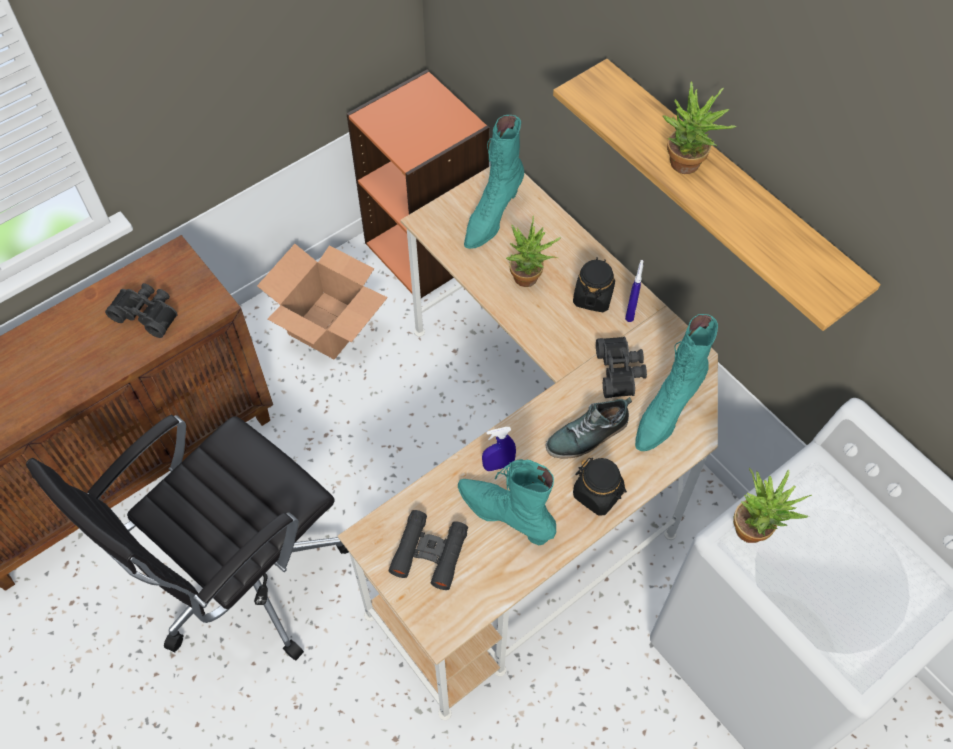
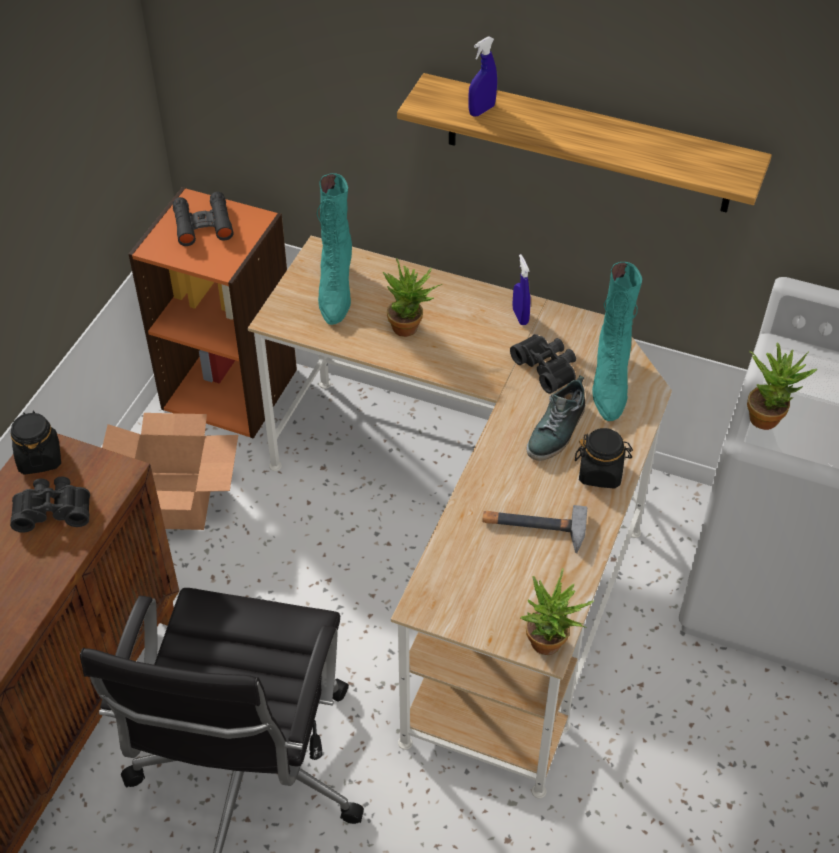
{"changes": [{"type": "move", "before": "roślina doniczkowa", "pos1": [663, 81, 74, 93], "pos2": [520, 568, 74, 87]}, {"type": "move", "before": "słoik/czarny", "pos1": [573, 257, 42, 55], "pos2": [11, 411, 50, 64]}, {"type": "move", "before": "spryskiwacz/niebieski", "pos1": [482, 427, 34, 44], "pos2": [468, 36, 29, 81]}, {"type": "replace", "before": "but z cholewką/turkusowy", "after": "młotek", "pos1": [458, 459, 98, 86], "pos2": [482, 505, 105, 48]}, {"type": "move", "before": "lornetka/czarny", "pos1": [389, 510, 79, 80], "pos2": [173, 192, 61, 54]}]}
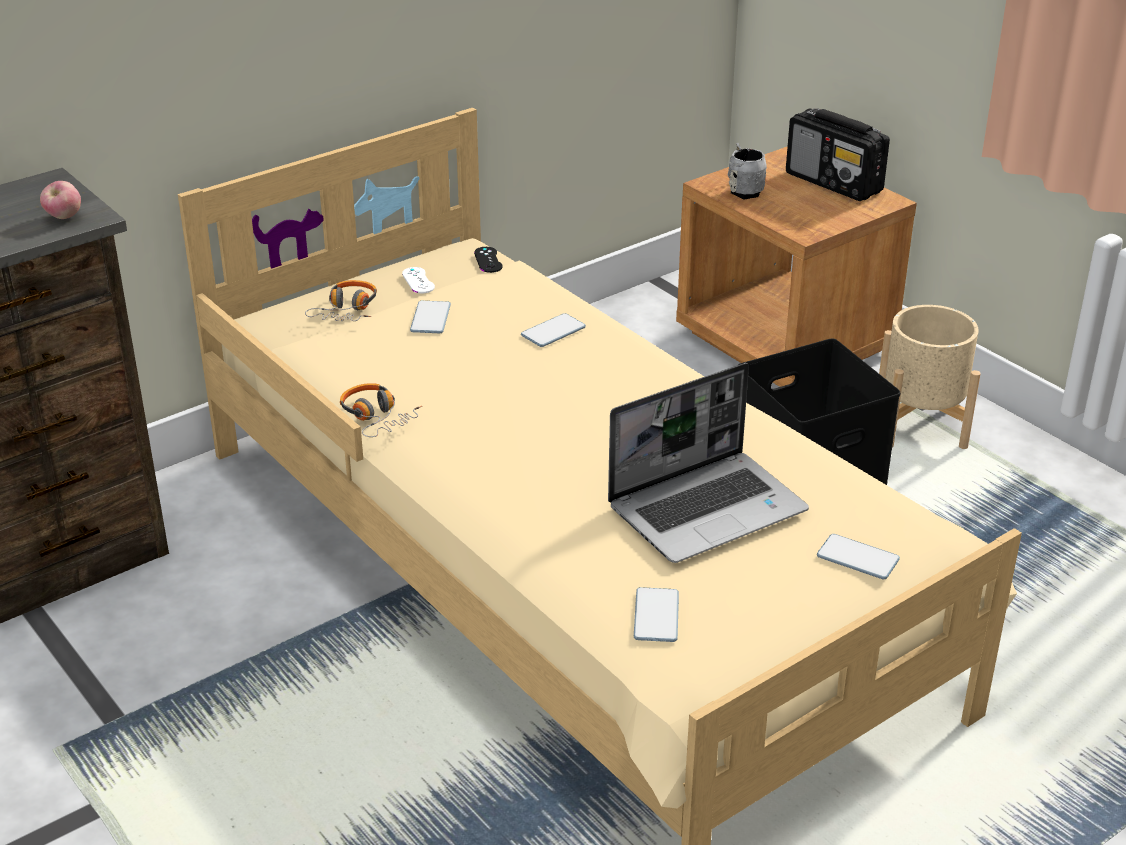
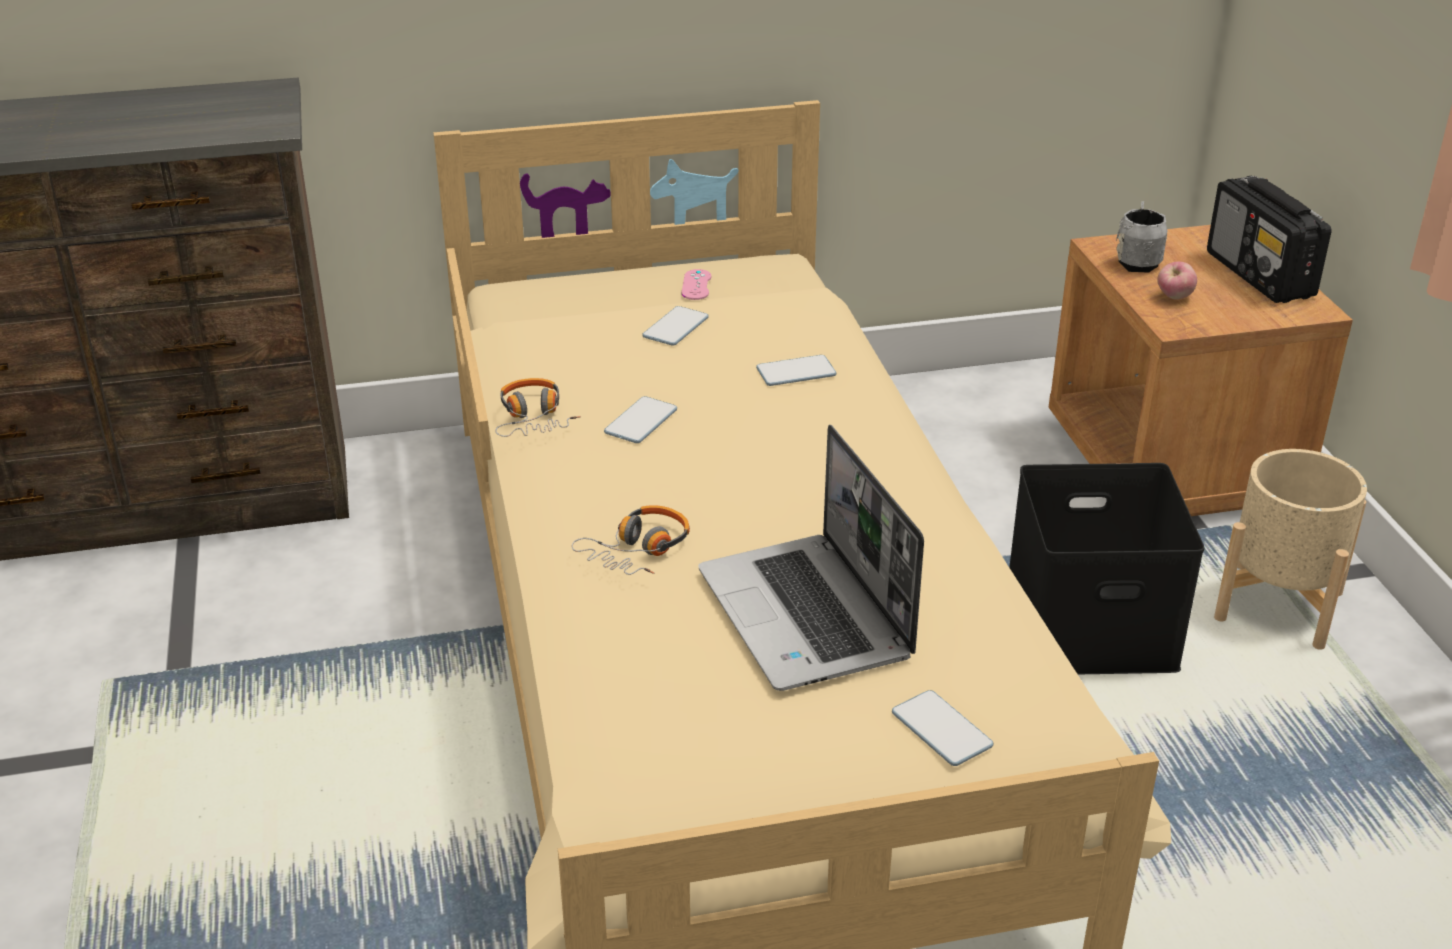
{"changes": [{"type": "move", "before": "jabłko", "pos1": [40, 181, 41, 38], "pos2": [1157, 261, 40, 39]}, {"type": "delete", "before": "pad do gier/czarny", "pos1": [474, 247, 28, 26]}, {"type": "recolor", "before": "pad do gier/biały", "after": "pad do gier/różowy", "pos1": [402, 267, 33, 26], "pos2": [681, 269, 30, 31]}, {"type": "move", "before": "słuchawki", "pos1": [305, 280, 72, 41], "pos2": [571, 505, 119, 70]}, {"type": "rotate", "before": "laptop", "pos1": [608, 363, 201, 200], "pos2": [698, 425, 226, 266], "turn": 75}, {"type": "move", "before": "telefon", "pos1": [634, 587, 45, 55], "pos2": [604, 396, 73, 47]}]}
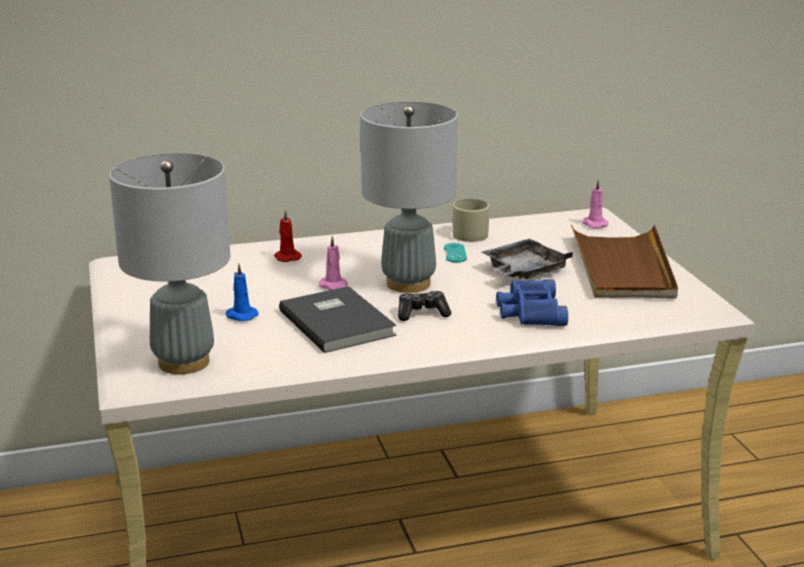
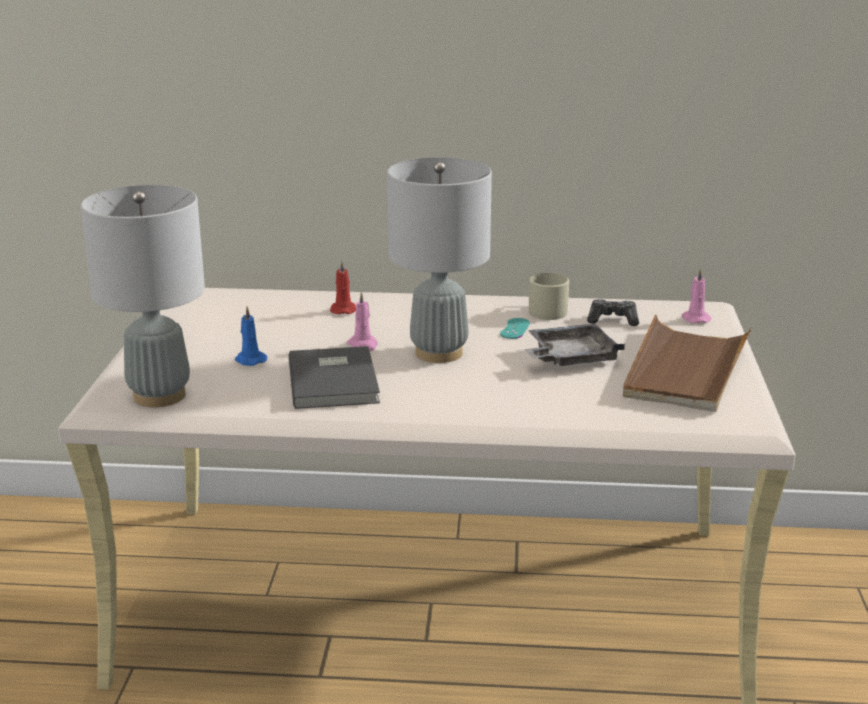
{"changes": [{"type": "delete", "before": "lornetka/niebieski", "pos1": [496, 279, 72, 47]}, {"type": "move", "before": "pad do gier", "pos1": [398, 291, 53, 30], "pos2": [587, 299, 52, 27]}]}
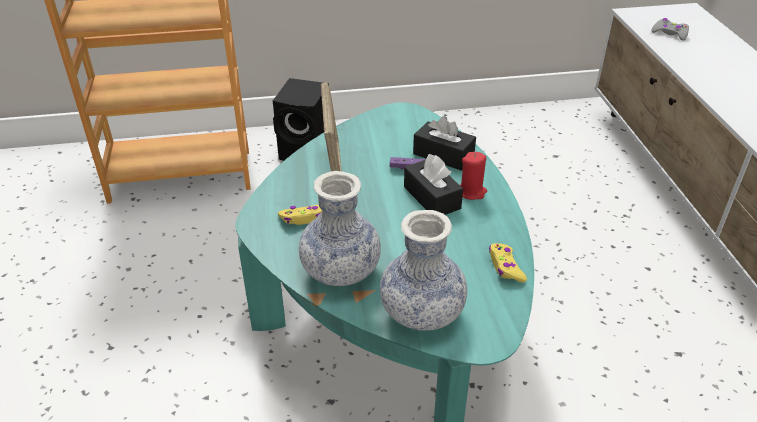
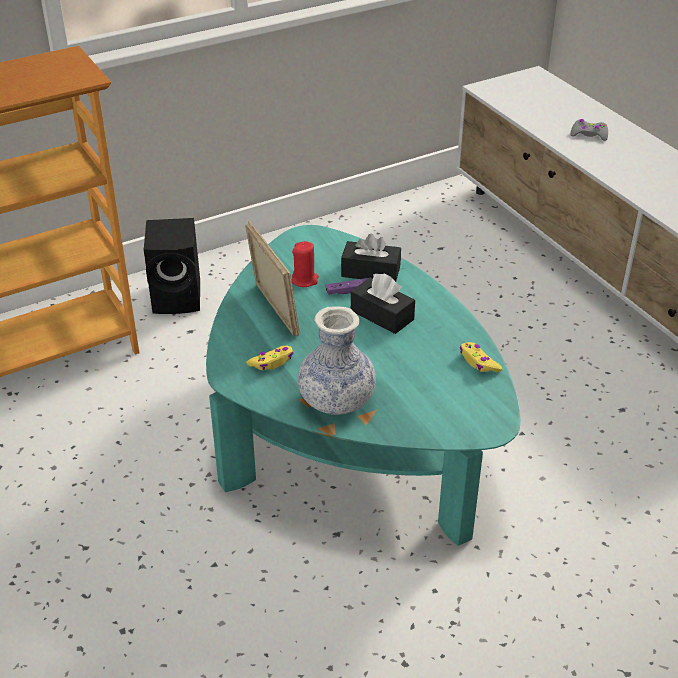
{"changes": [{"type": "move", "before": "pad do gier/szary", "pos1": [651, 18, 38, 23], "pos2": [571, 119, 37, 22]}, {"type": "move", "before": "świeca/czerwony", "pos1": [460, 152, 27, 48], "pos2": [291, 241, 28, 46]}, {"type": "delete", "before": "wazon", "pos1": [380, 210, 87, 121]}]}
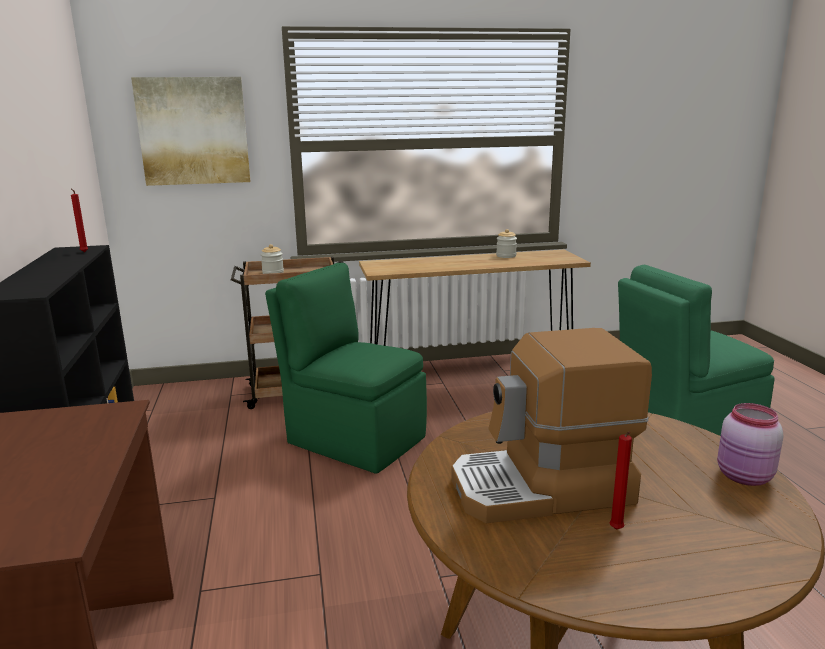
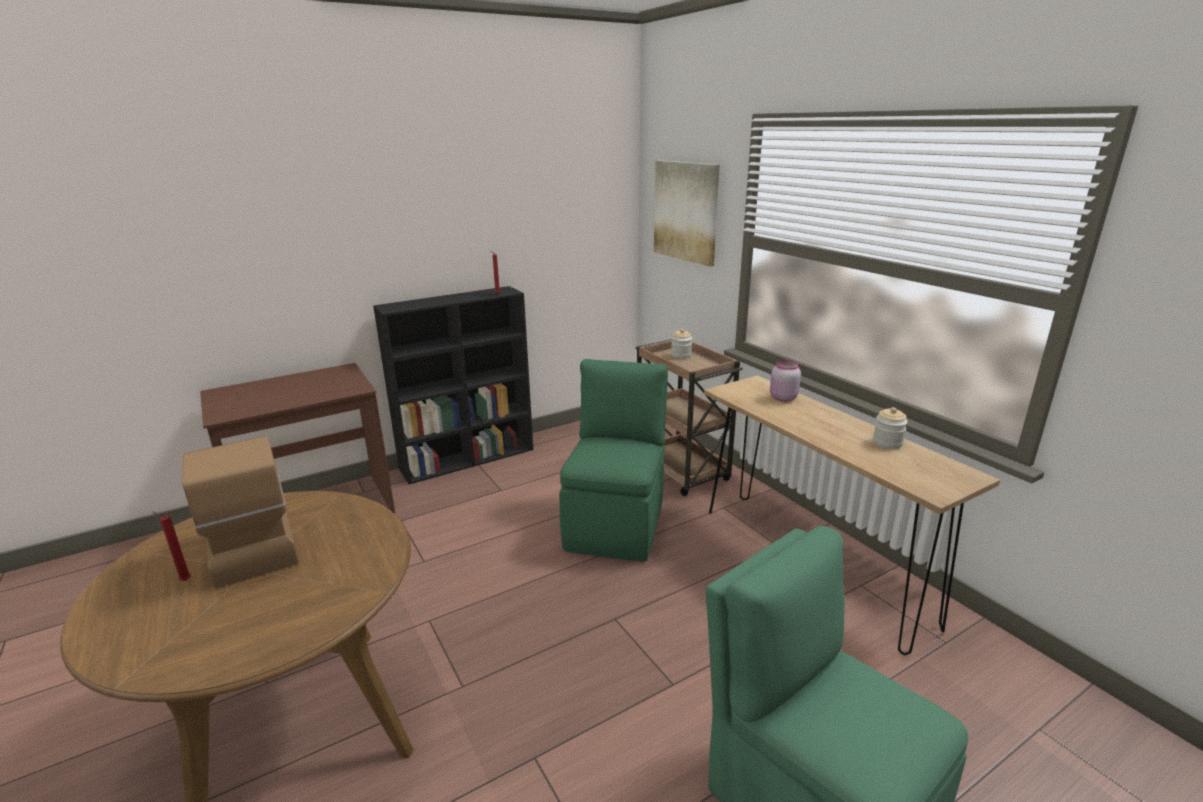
{"changes": [{"type": "move", "before": "słoik/różowy", "pos1": [717, 403, 66, 83], "pos2": [770, 360, 31, 42]}]}
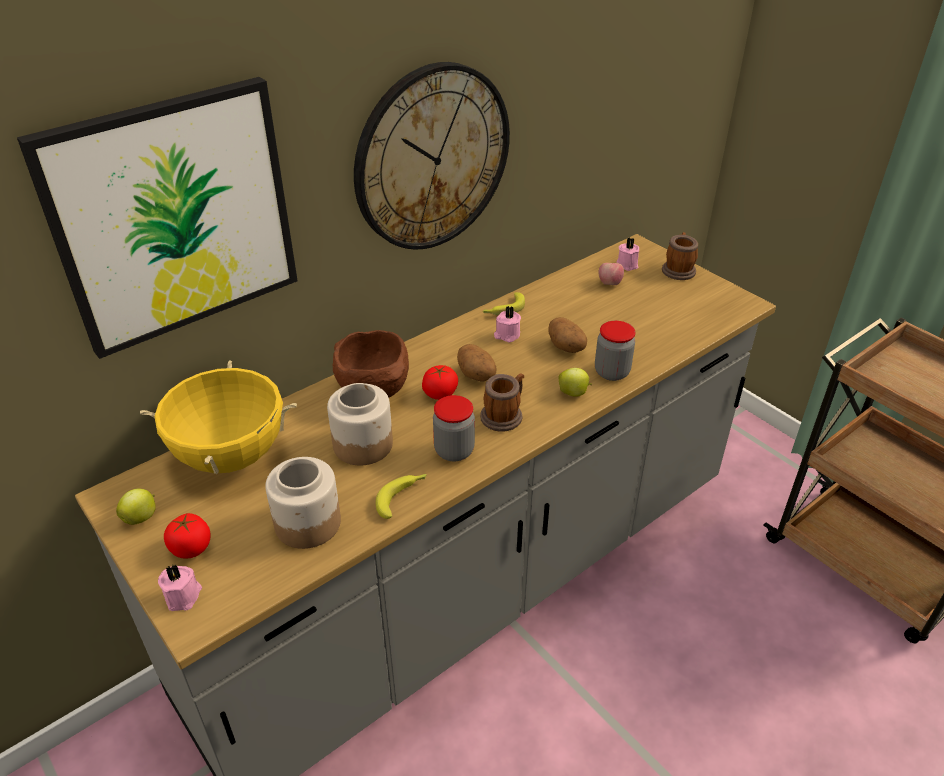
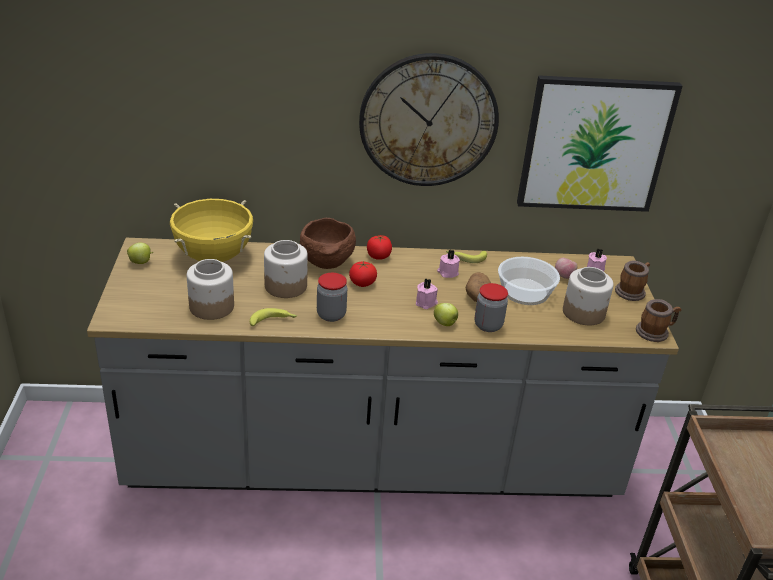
{"changes": [{"type": "move", "before": "obraz", "pos1": [17, 77, 281, 282], "pos2": [517, 75, 166, 137]}, {"type": "delete", "before": "ziemniak", "pos1": [457, 344, 40, 38]}, {"type": "move", "before": "kubek", "pos1": [480, 373, 44, 59], "pos2": [636, 299, 46, 43]}, {"type": "move", "before": "pomidor", "pos1": [164, 513, 47, 46], "pos2": [367, 235, 25, 25]}, {"type": "move", "before": "świeca/różowy", "pos1": [158, 564, 44, 47], "pos2": [416, 278, 22, 31]}, {"type": "insert", "after": "miska", "pos2": [498, 257, 62, 48]}, {"type": "insert", "after": "słoik", "pos2": [563, 267, 51, 58]}]}
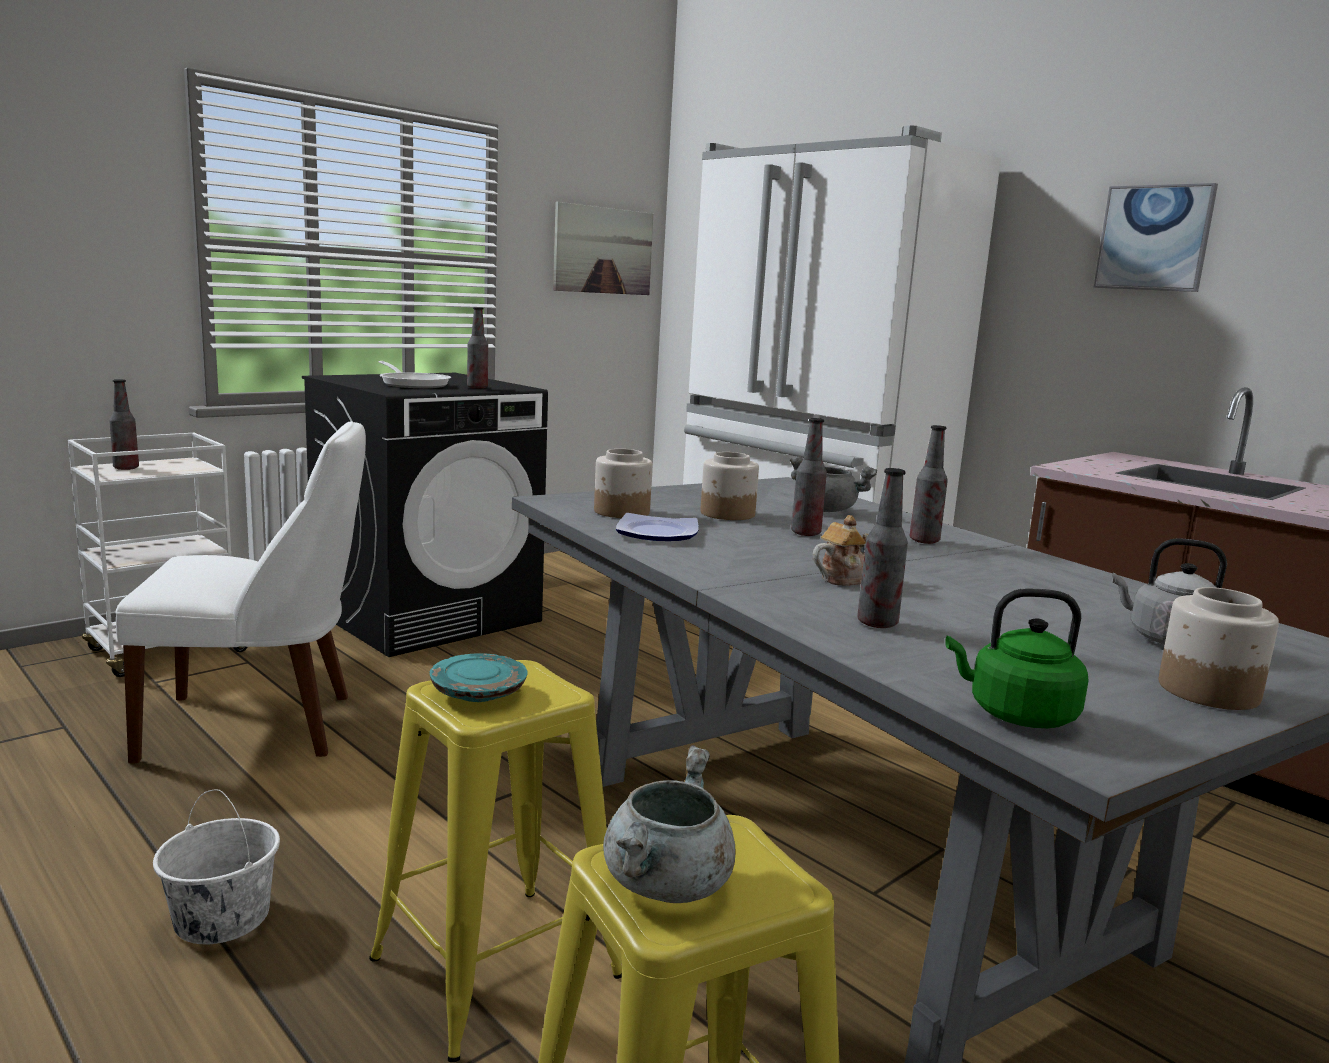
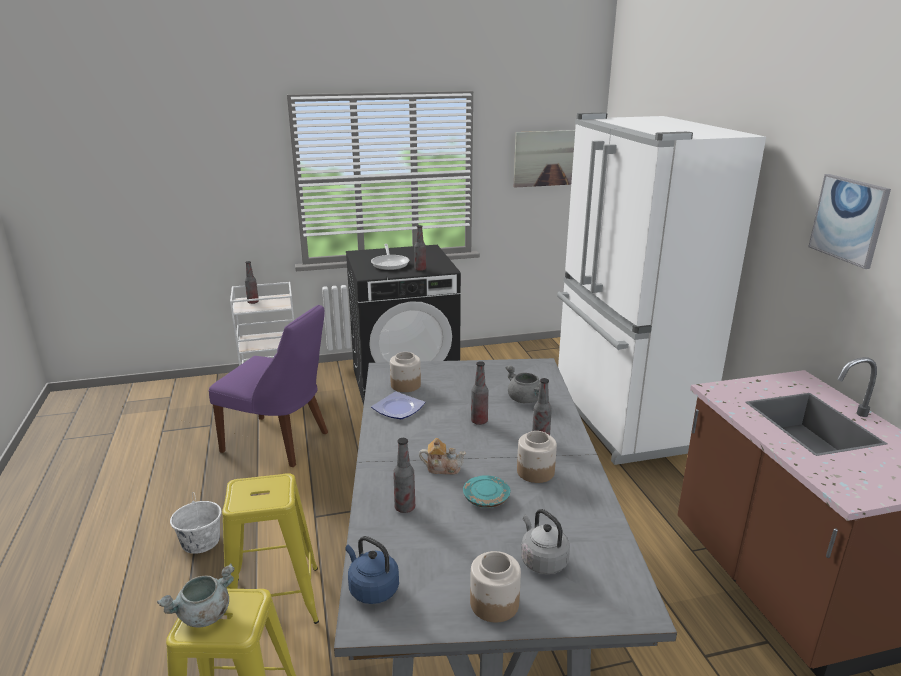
{"changes": [{"type": "recolor", "before": "krzesło/biały", "after": "krzesło/fioletowy", "pos1": [116, 421, 250, 343], "pos2": [209, 305, 119, 162]}, {"type": "move", "before": "słoik", "pos1": [701, 452, 58, 68], "pos2": [517, 431, 40, 52]}, {"type": "recolor", "before": "czajnik/zielony", "after": "czajnik/niebieski", "pos1": [945, 589, 144, 139], "pos2": [345, 536, 54, 68]}, {"type": "move", "before": "talerz/turkusowy", "pos1": [430, 653, 98, 49], "pos2": [463, 475, 47, 33]}]}
